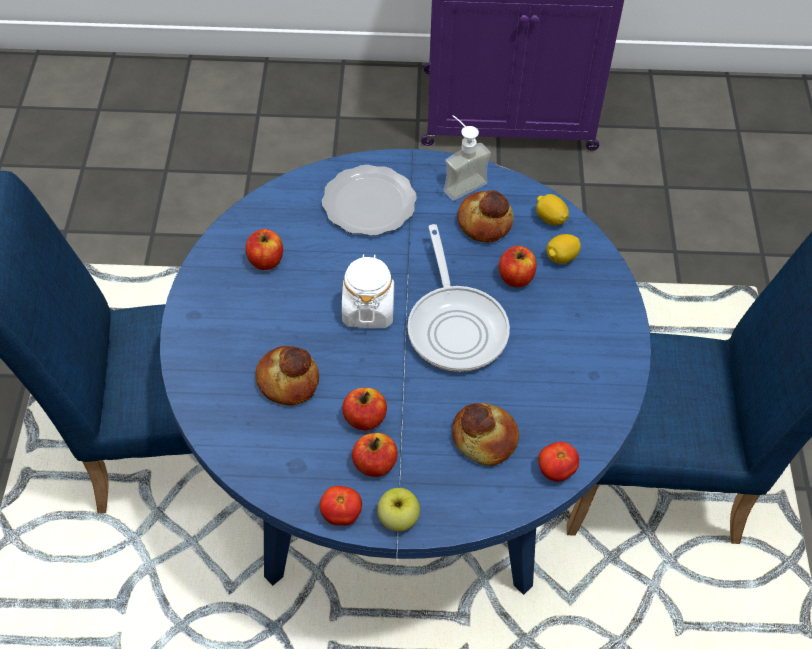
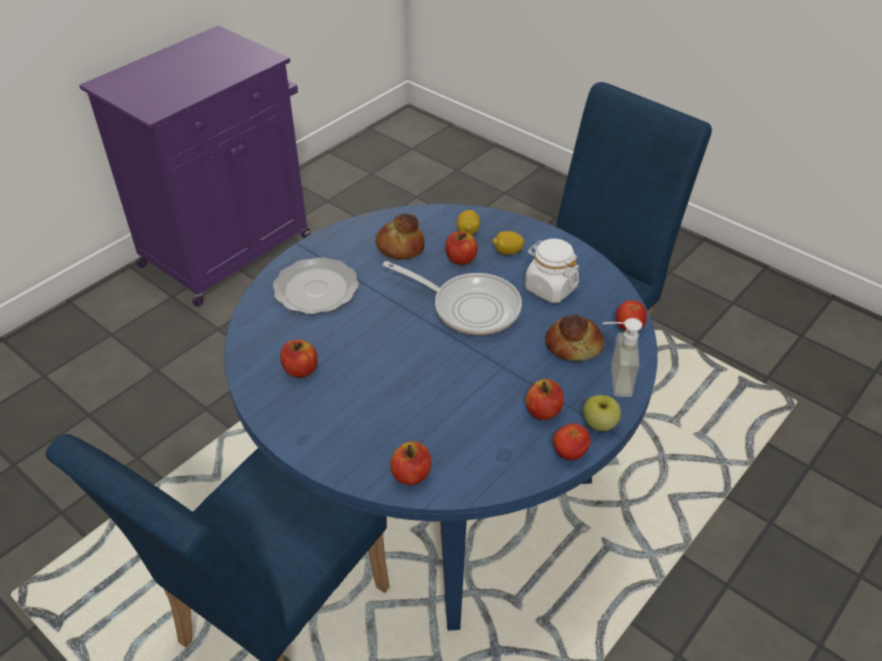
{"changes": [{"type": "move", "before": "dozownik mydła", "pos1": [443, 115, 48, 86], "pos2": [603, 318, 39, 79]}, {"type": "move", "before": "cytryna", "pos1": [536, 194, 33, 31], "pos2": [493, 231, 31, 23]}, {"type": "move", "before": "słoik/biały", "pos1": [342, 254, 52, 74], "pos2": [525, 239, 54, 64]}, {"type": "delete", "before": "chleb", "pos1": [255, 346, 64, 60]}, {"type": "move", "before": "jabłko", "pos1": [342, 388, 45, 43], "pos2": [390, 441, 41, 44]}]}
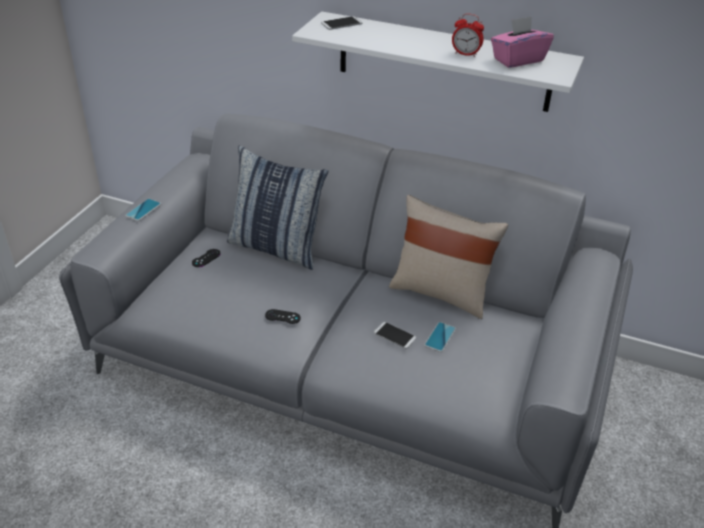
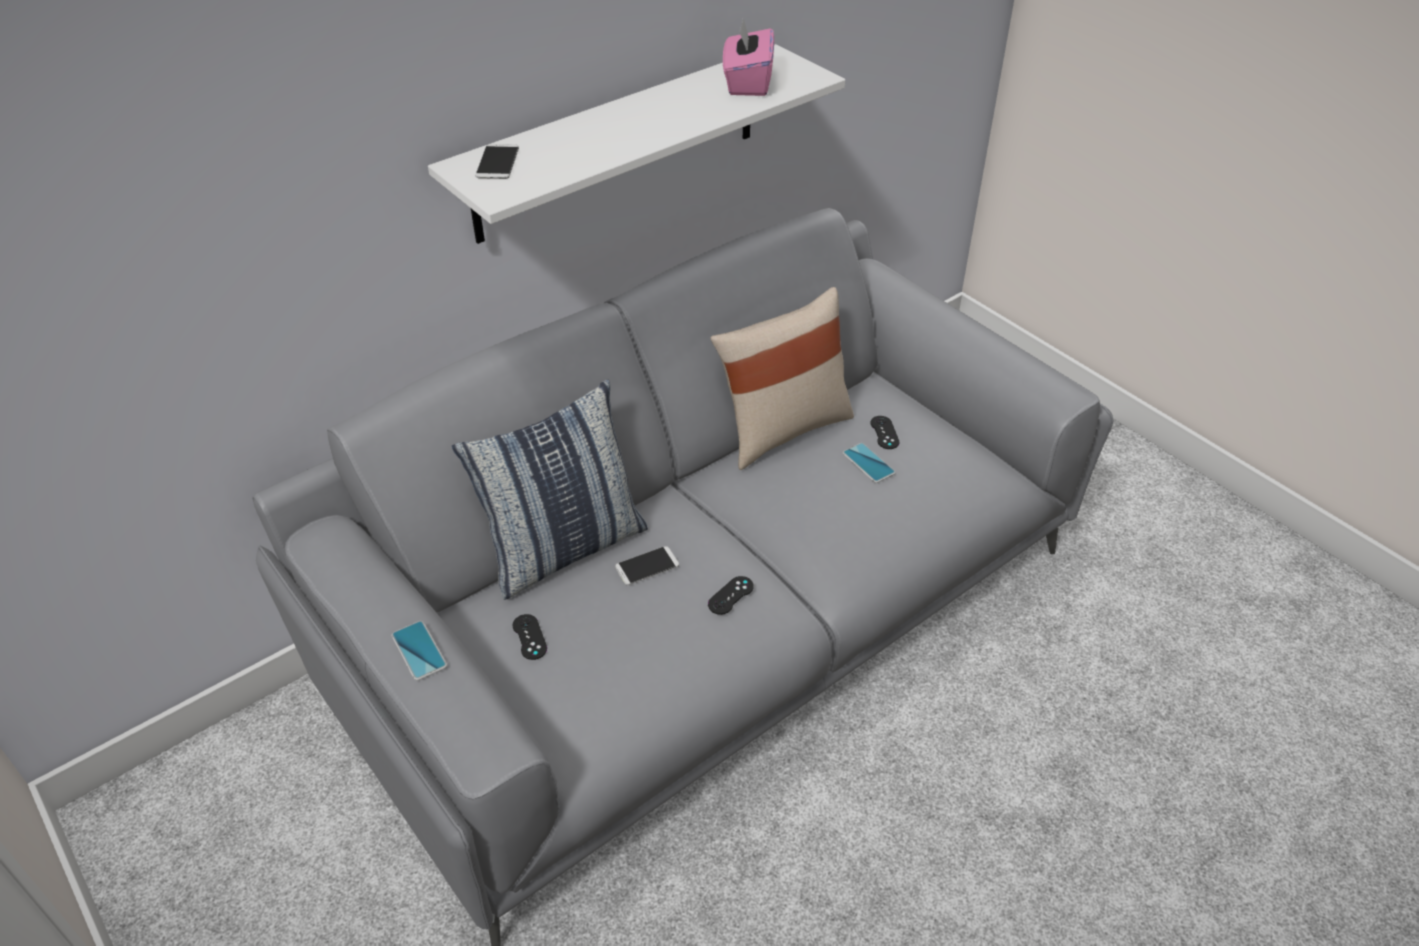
{"changes": [{"type": "delete", "before": "budzik", "pos1": [452, 13, 32, 44]}, {"type": "move", "before": "telefon", "pos1": [374, 322, 42, 27], "pos2": [615, 546, 64, 39]}, {"type": "insert", "after": "pad do gier/czarny", "pos2": [870, 416, 29, 33]}]}
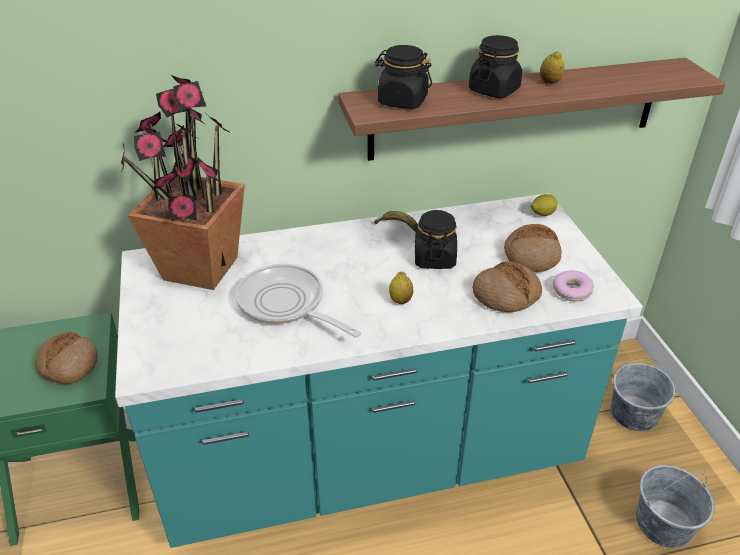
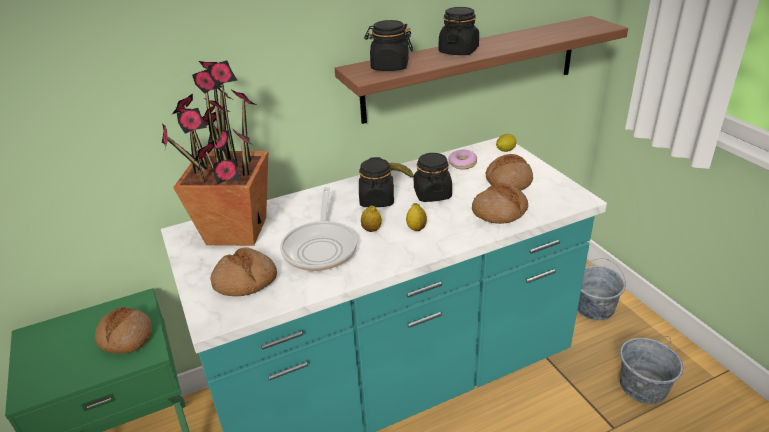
{"changes": [{"type": "move", "before": "cytryna", "pos1": [540, 51, 24, 33], "pos2": [361, 205, 21, 27]}, {"type": "rotate", "before": "patelnia", "pos1": [235, 264, 126, 74], "pos2": [280, 187, 77, 84], "turn": -120}, {"type": "move", "before": "donut", "pos1": [553, 270, 41, 32], "pos2": [448, 150, 29, 20]}, {"type": "insert", "after": "słoik/czarny", "pos2": [359, 157, 35, 50]}, {"type": "insert", "after": "chleb", "pos2": [210, 248, 67, 48]}]}
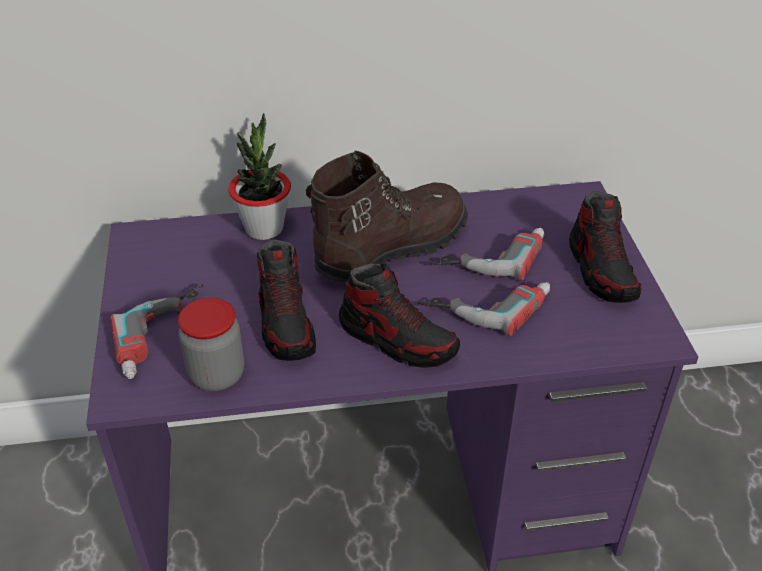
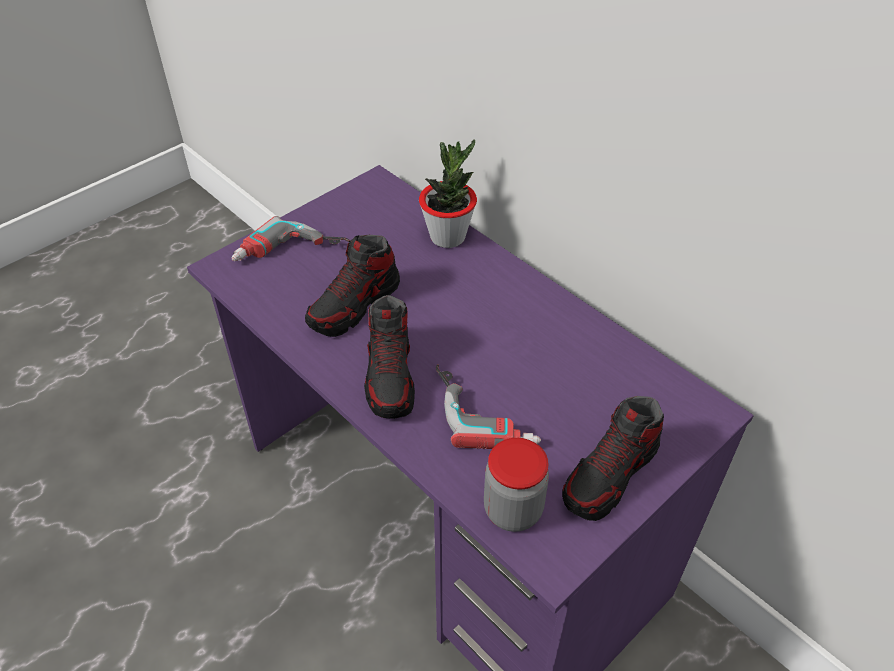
{"changes": [{"type": "delete", "before": "but z cholewką/brązowy", "pos1": [306, 151, 162, 131]}, {"type": "delete", "before": "wiertarka", "pos1": [429, 228, 116, 53]}, {"type": "move", "before": "słoik", "pos1": [178, 298, 66, 93], "pos2": [484, 438, 65, 94]}]}
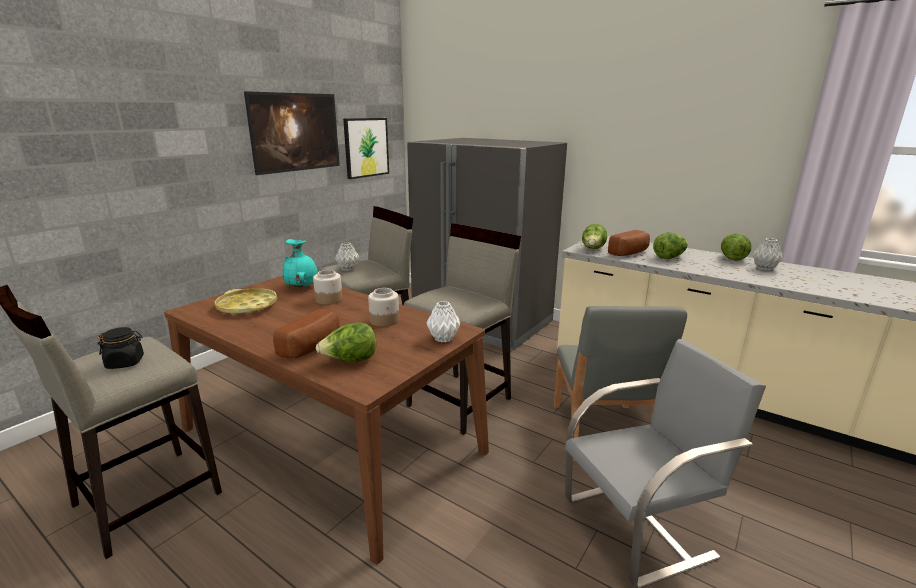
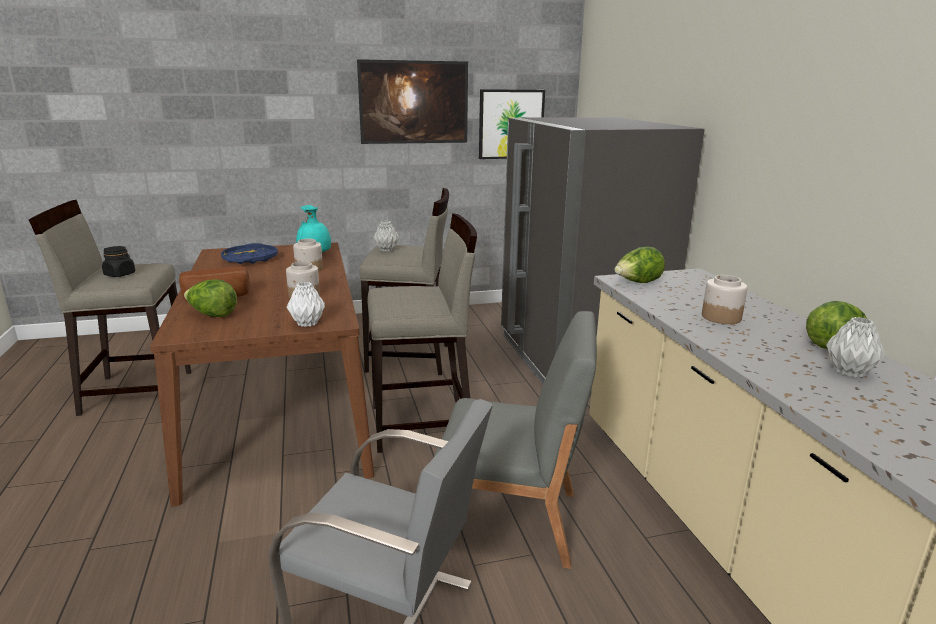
{"changes": [{"type": "delete", "before": "chleb", "pos1": [608, 230, 42, 26]}, {"type": "replace", "before": "sałata", "after": "słoik", "pos1": [653, 232, 35, 27], "pos2": [702, 275, 46, 49]}, {"type": "recolor", "before": "taca/żółty", "after": "taca/niebieski", "pos1": [215, 288, 62, 27], "pos2": [221, 243, 57, 21]}, {"type": "rotate", "before": "krzesło/szary", "pos1": [554, 306, 133, 155], "pos2": [434, 311, 163, 258], "turn": -120}]}
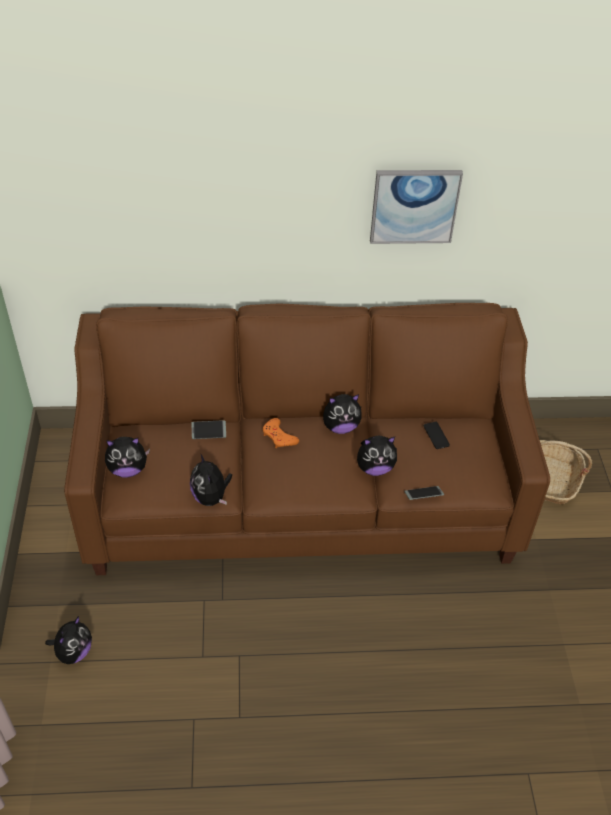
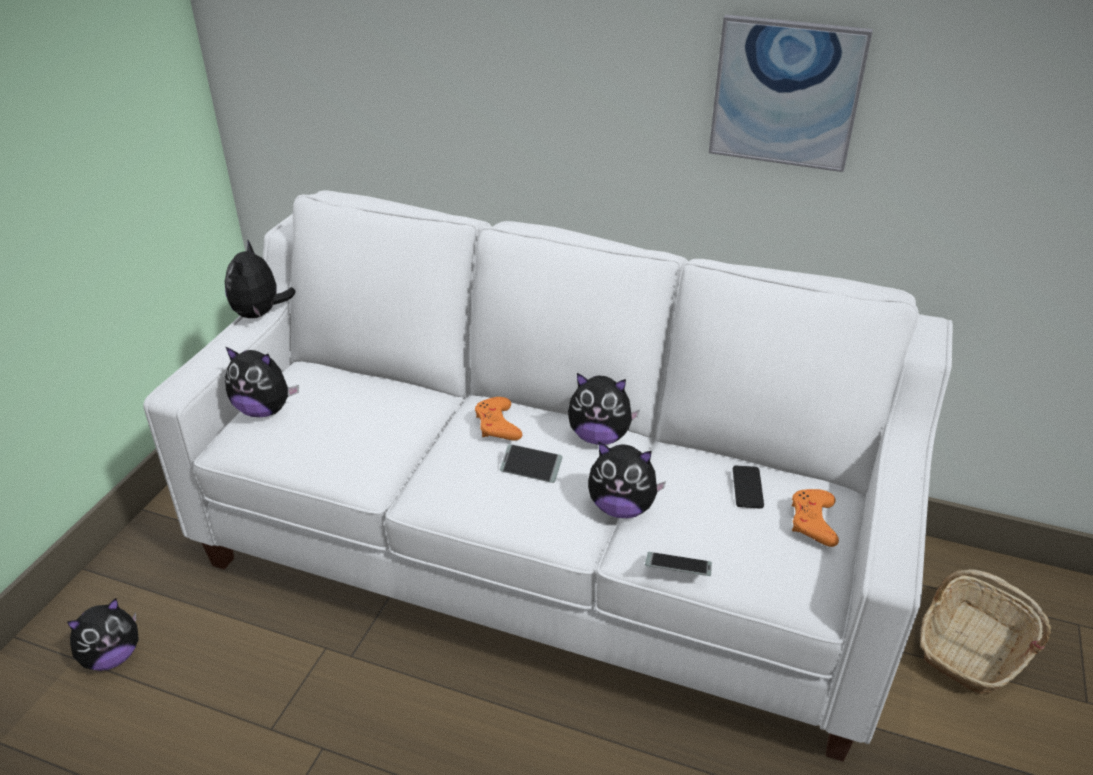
{"changes": [{"type": "recolor", "before": "kanapa/brązowy", "after": "kanapa/biały", "pos1": [64, 303, 486, 272], "pos2": [143, 190, 810, 572]}, {"type": "move", "before": "telefon", "pos1": [191, 420, 35, 19], "pos2": [500, 444, 63, 39]}, {"type": "move", "before": "pluszak", "pos1": [190, 454, 42, 52], "pos2": [225, 239, 70, 79]}, {"type": "insert", "after": "pad do gier/pomarańczowy", "pos2": [792, 489, 47, 58]}]}
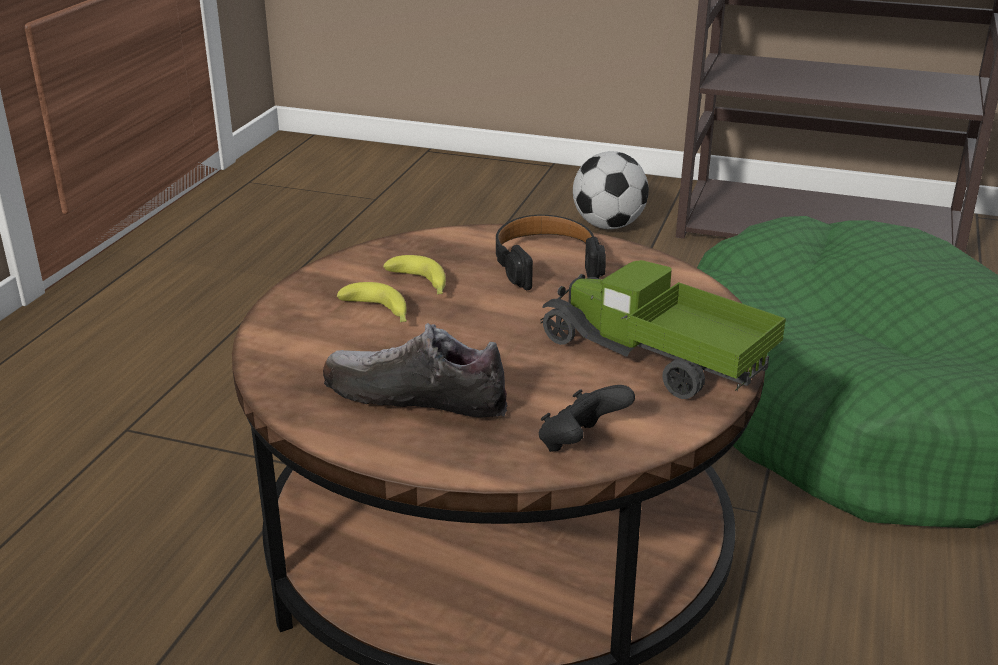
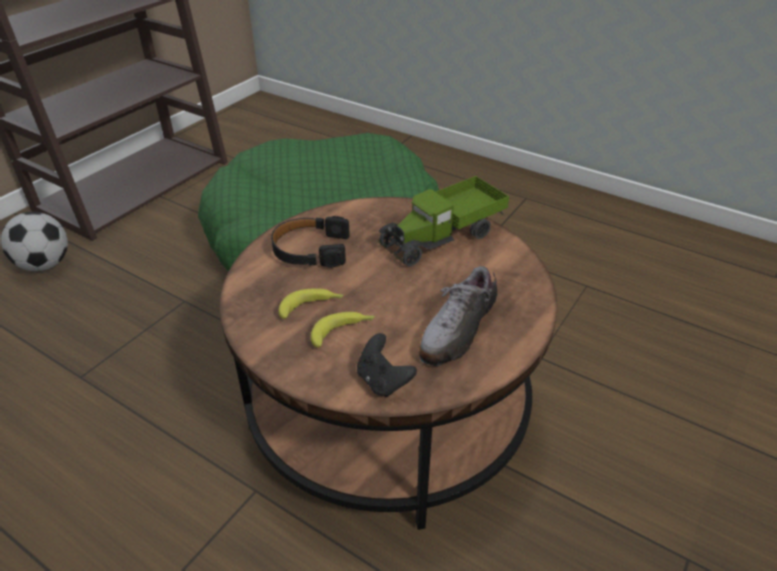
{"changes": [{"type": "move", "before": "pad do gier/czarny", "pos1": [539, 385, 96, 67], "pos2": [357, 333, 60, 64]}]}
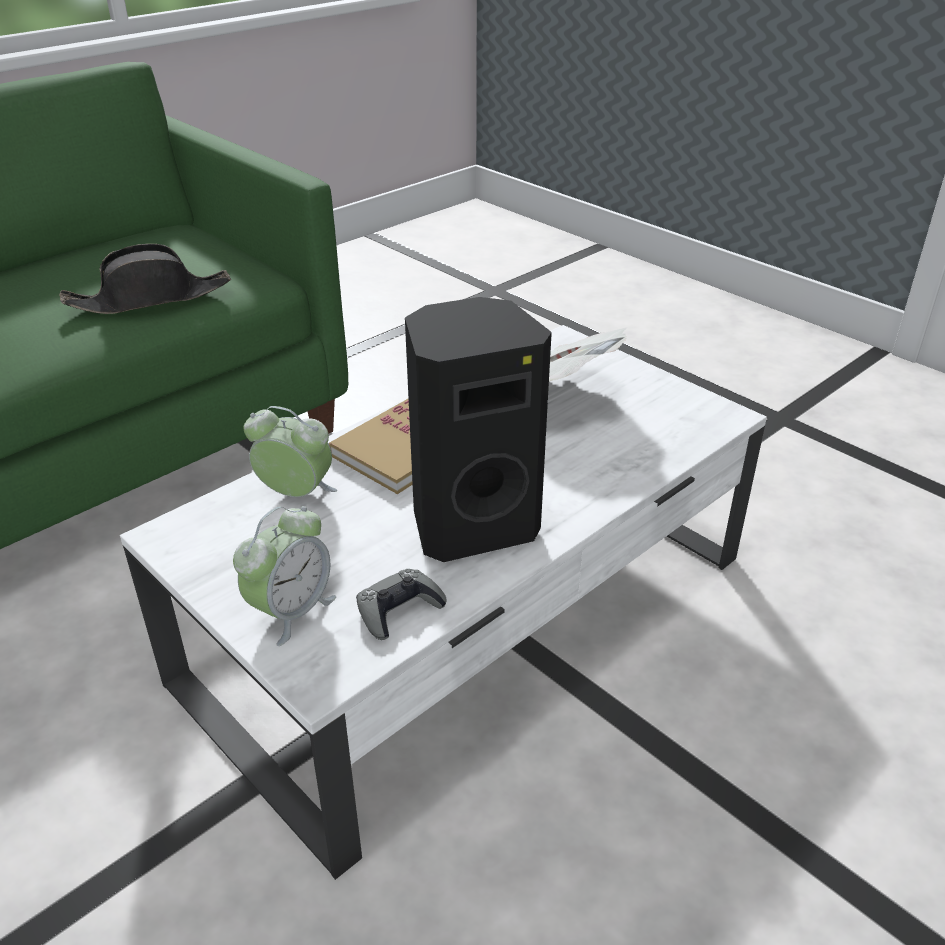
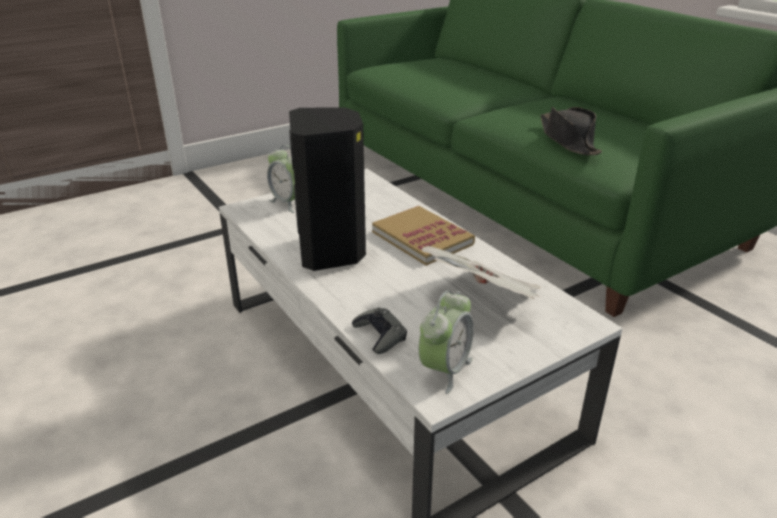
{"changes": [{"type": "move", "before": "budzik", "pos1": [243, 406, 94, 91], "pos2": [418, 290, 56, 104]}, {"type": "move", "before": "pad do gier/szary", "pos1": [356, 569, 91, 71], "pos2": [352, 307, 55, 47]}]}
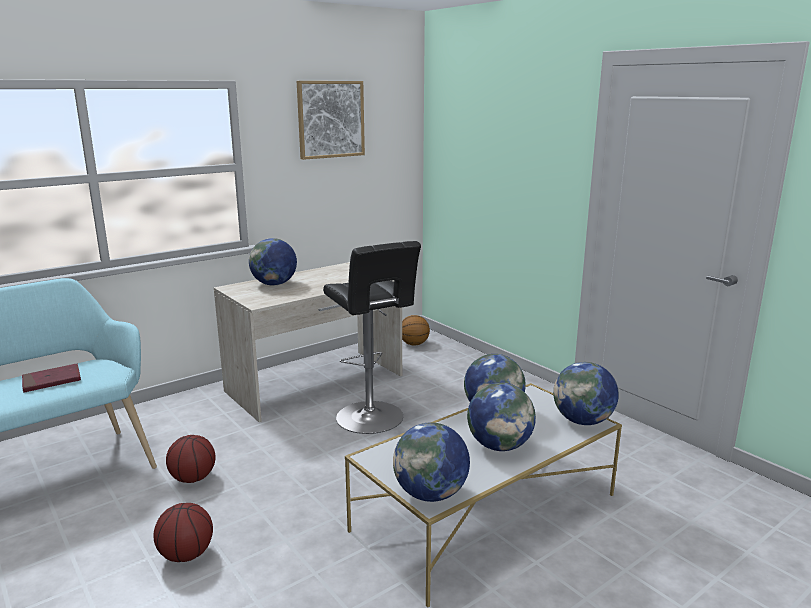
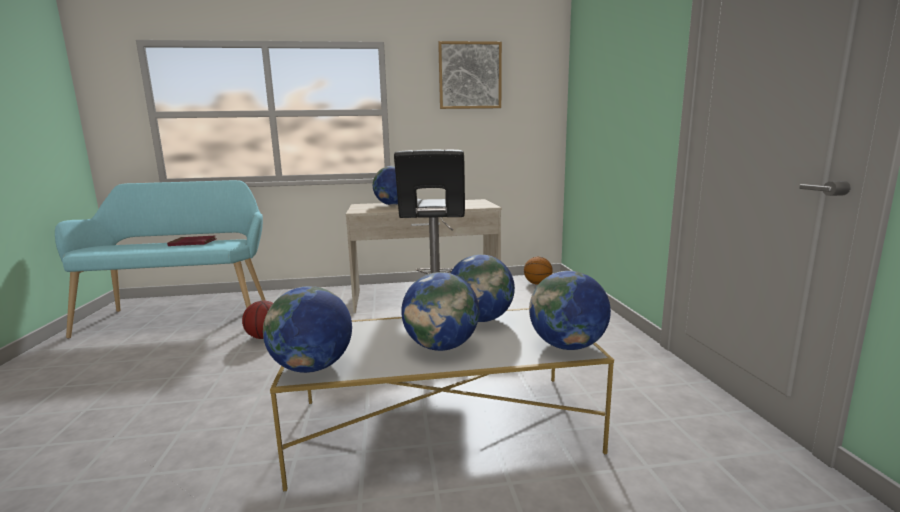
{"changes": [{"type": "delete", "before": "piłka do koszykówki", "pos1": [153, 503, 60, 59]}]}
